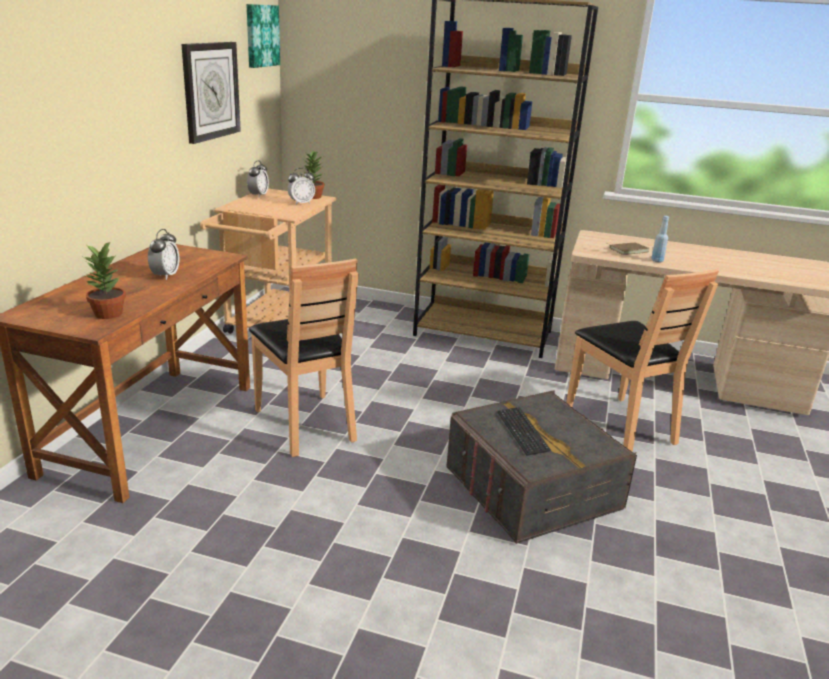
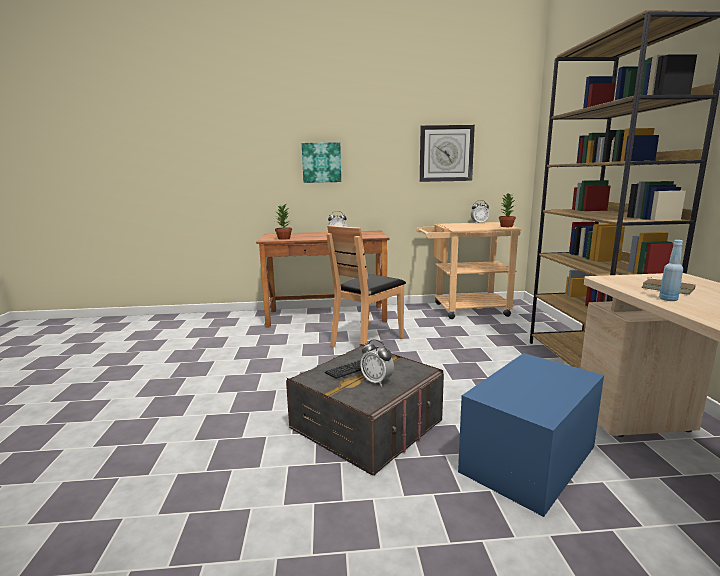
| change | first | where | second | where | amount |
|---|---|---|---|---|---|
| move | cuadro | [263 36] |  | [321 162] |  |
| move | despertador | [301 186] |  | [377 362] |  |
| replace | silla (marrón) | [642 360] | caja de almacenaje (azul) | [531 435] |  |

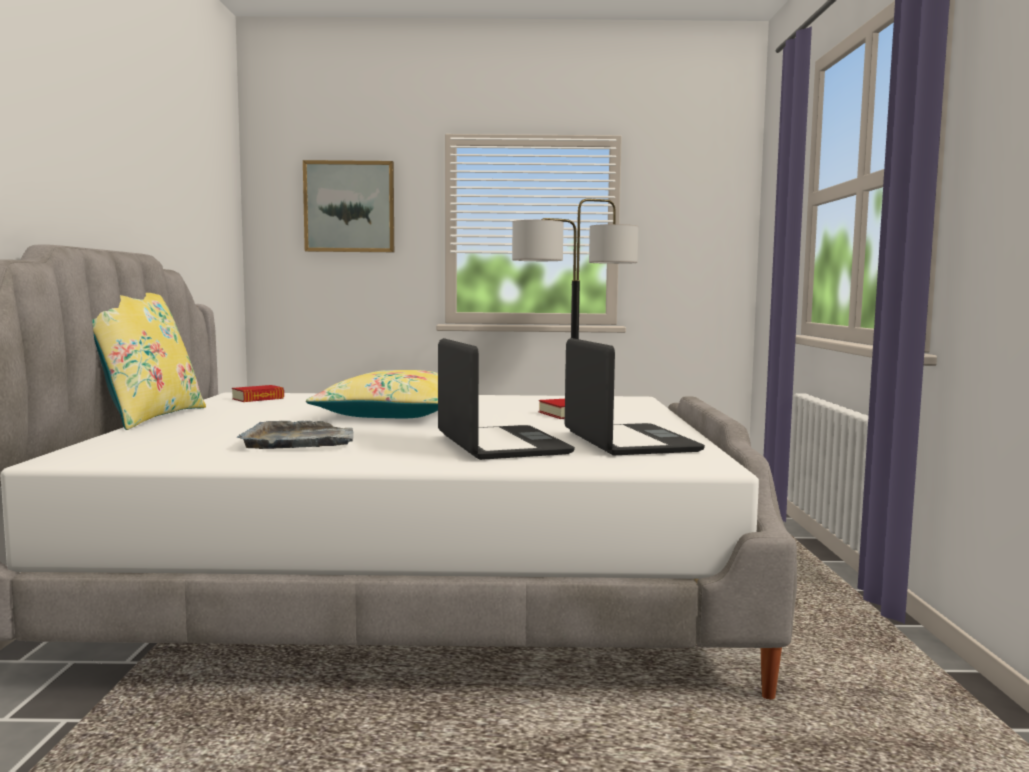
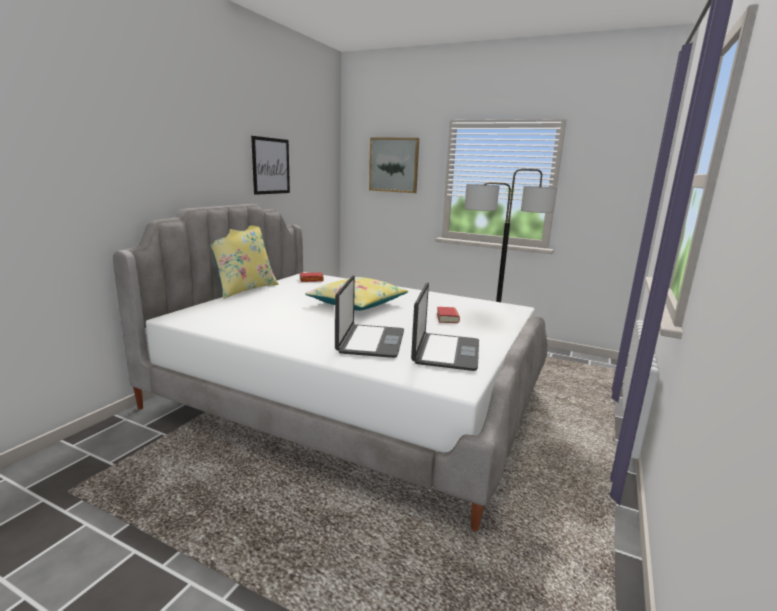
| change | first | where | second | where | amount |
|---|---|---|---|---|---|
| delete | bandeja (gris) | [295 434] |  |  |  |
| insert |  |  | cuadro | [270 165] |  |

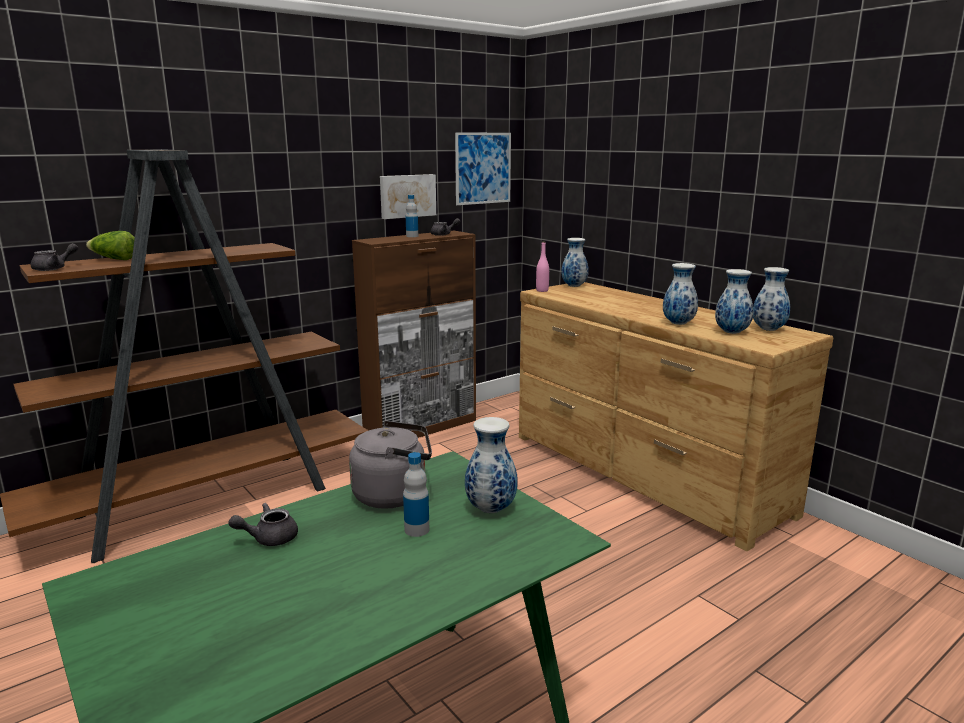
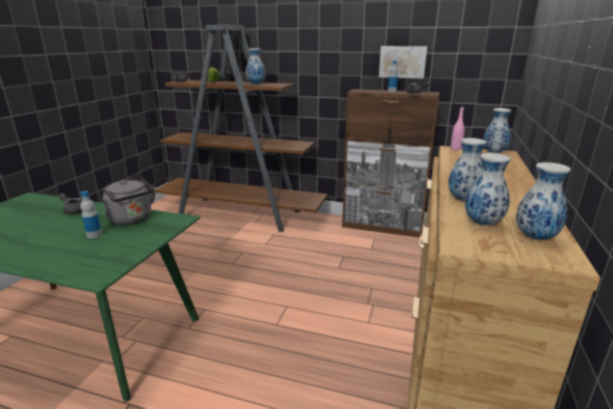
| change | first | where | second | where | amount |
|---|---|---|---|---|---|
| delete | cuadro | [483 168] |  |  |  |
| move | florero | [491 465] |  | [255 66] |  |

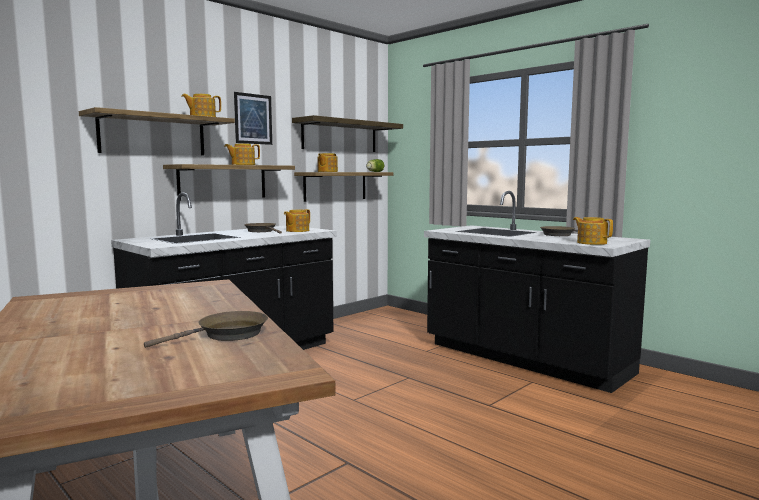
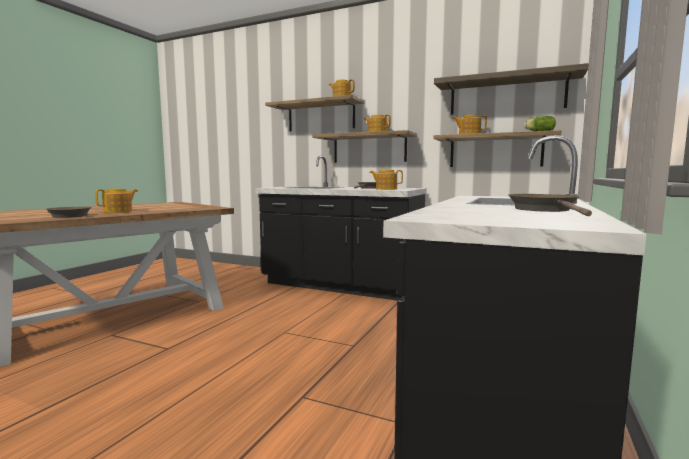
| change | first | where | second | where | amount |
|---|---|---|---|---|---|
| delete | cuadro | [253 118] |  |  |  |
| move | tetera | [593 231] |  | [116 201] |  |

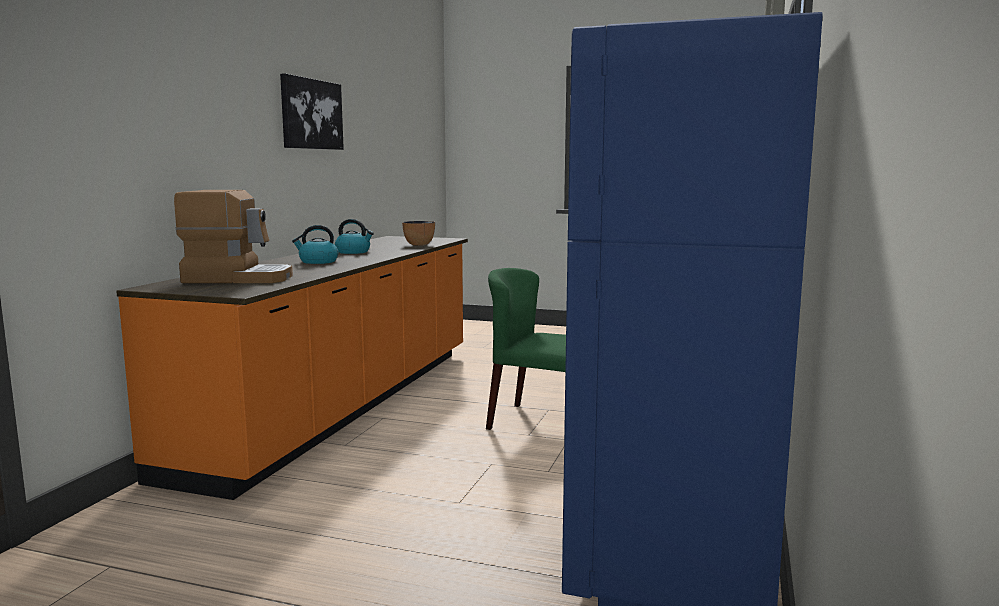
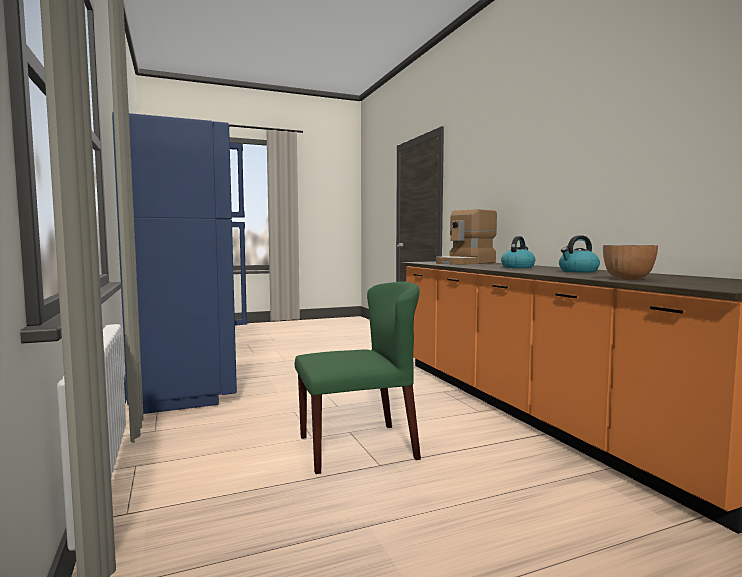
| change | first | where | second | where | amount |
|---|---|---|---|---|---|
| delete | cuadro | [312 111] |  |  |  |

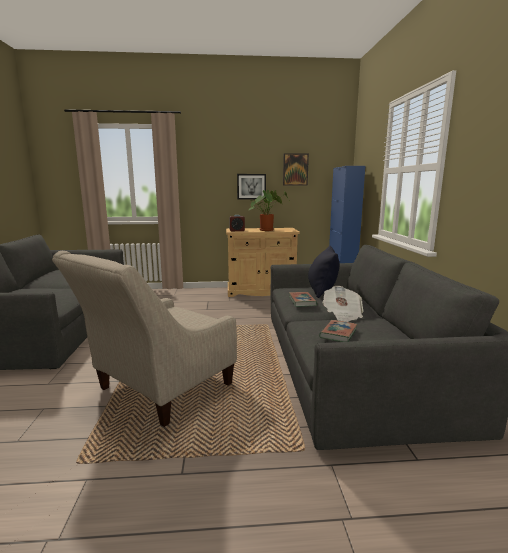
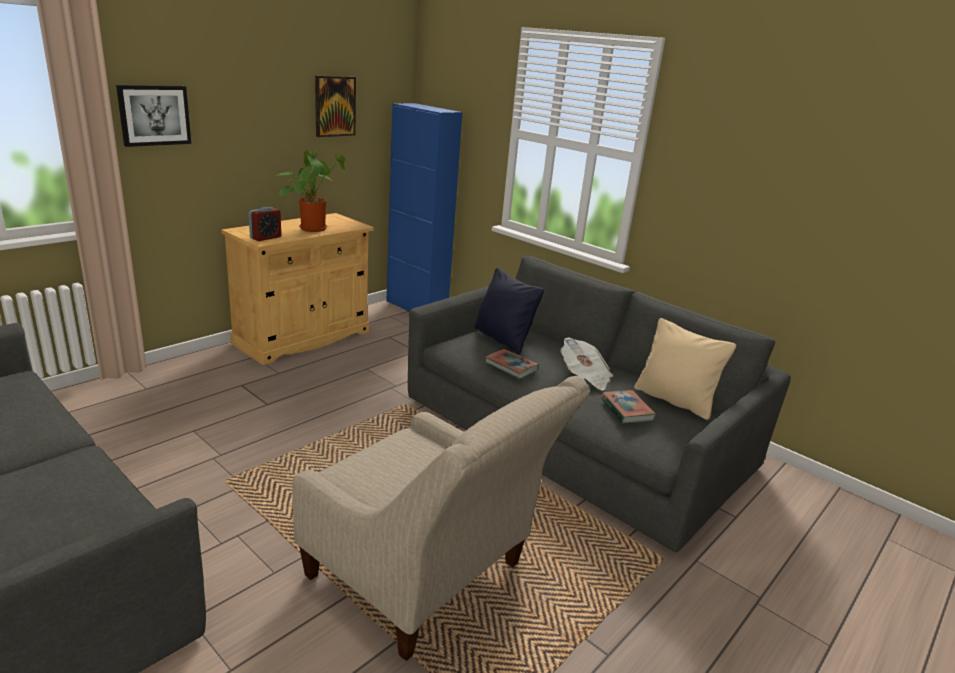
| change | first | where | second | where | amount |
|---|---|---|---|---|---|
| rotate | sillón (beis) | [144 339] |  | [441 518] | 45 degrees counterclockwise |
| move | cuadro | [251 187] |  | [153 116] |  |
| insert |  |  | cojín (beis) | [685 369] |  |

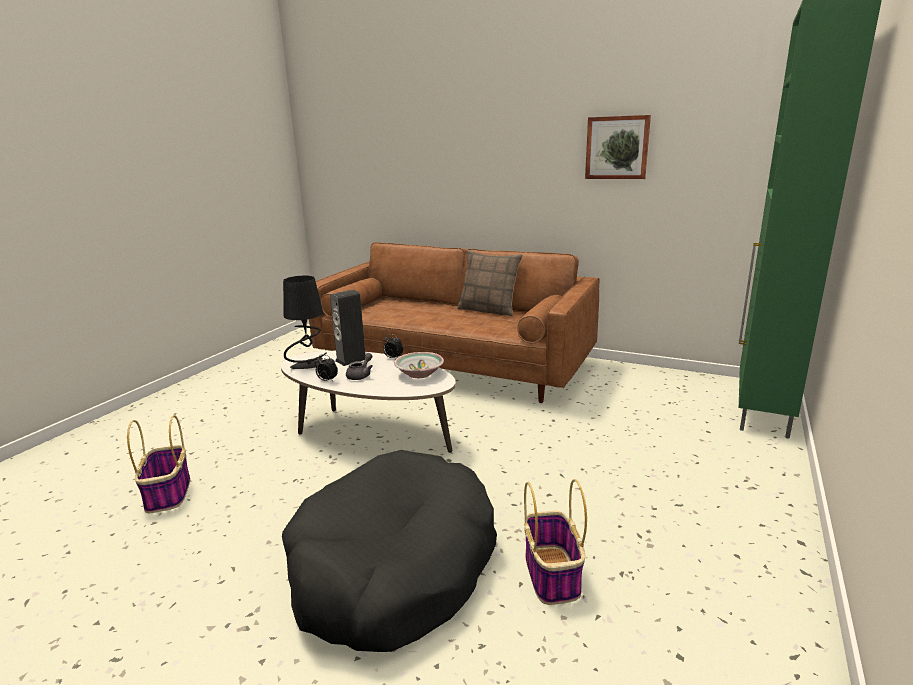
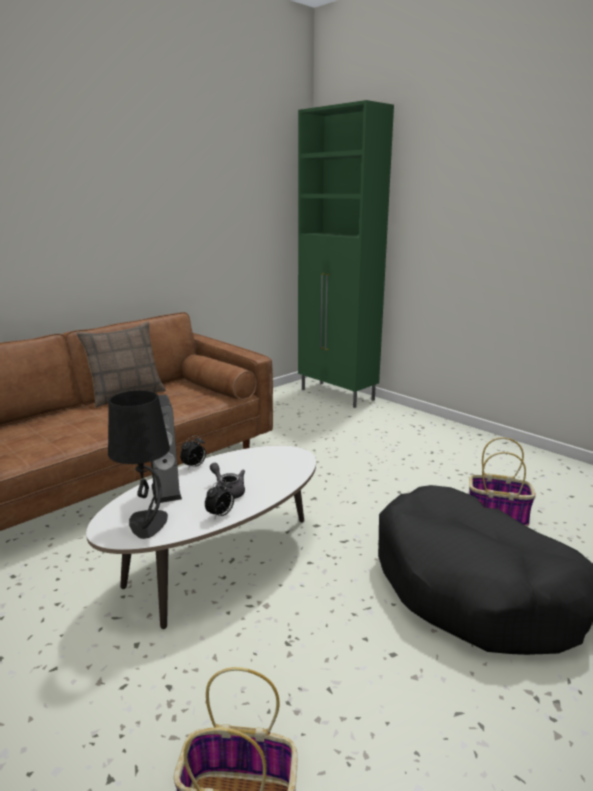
| change | first | where | second | where | amount |
|---|---|---|---|---|---|
| delete | cuenco | [419 365] |  |  |  |
| delete | cuadro | [618 147] |  |  |  |

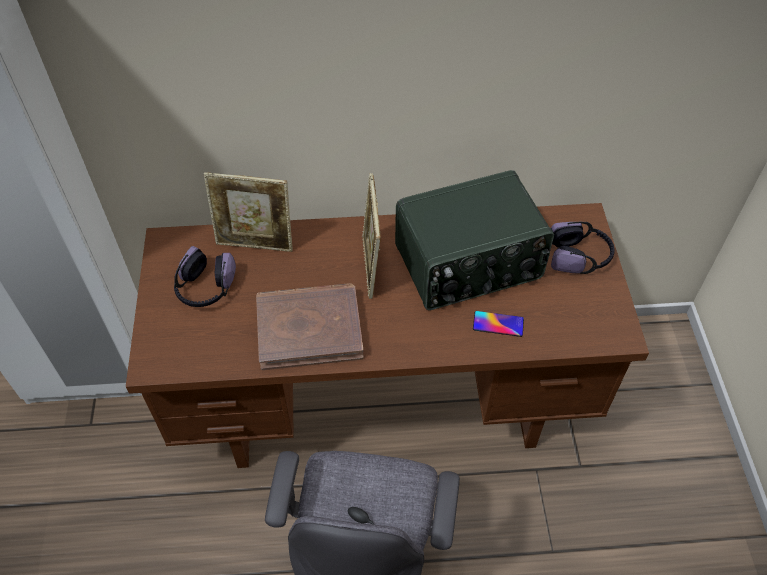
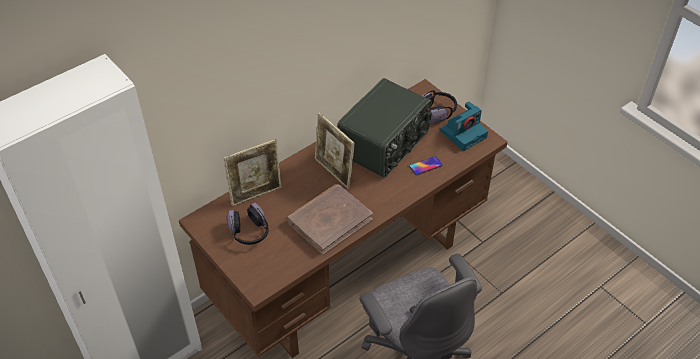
| change | first | where | second | where | amount |
|---|---|---|---|---|---|
| insert |  |  | cámara | [464 126] |  |

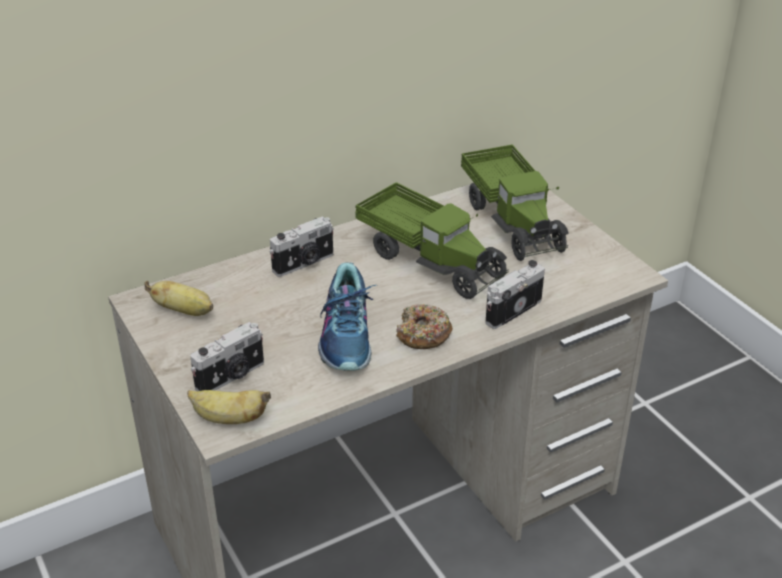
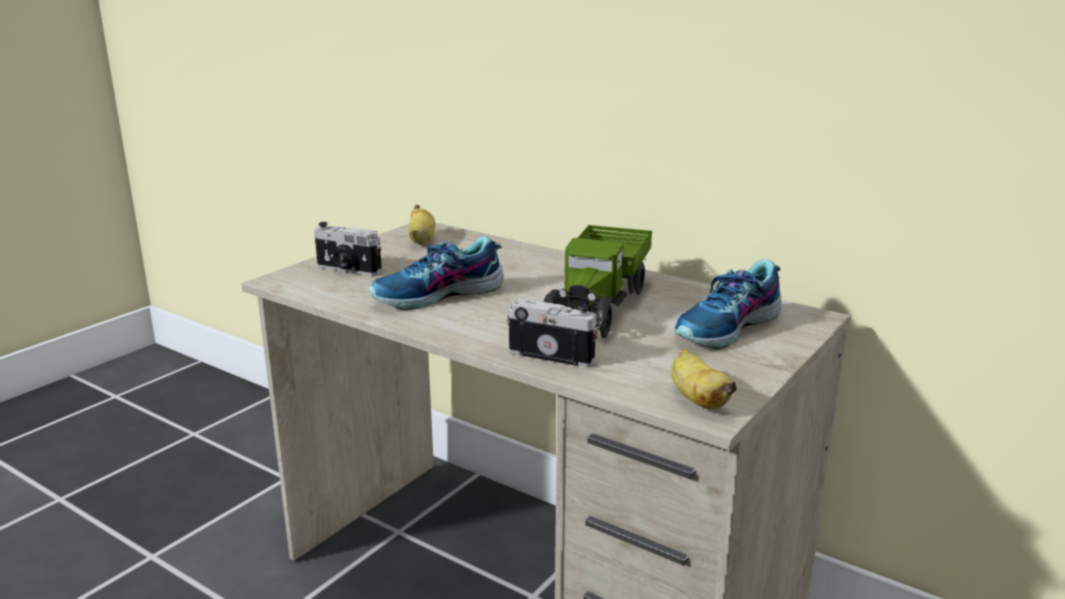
| change | first | where | second | where | amount |
|---|---|---|---|---|---|
| move | plátano | [229 407] |  | [704 379] |  |
| delete | cámara | [301 246] |  |  |  |
| delete | rosquilla | [424 326] |  |  |  |
| replace | camión de juguete | [515 202] | zapato | [728 304] |  |

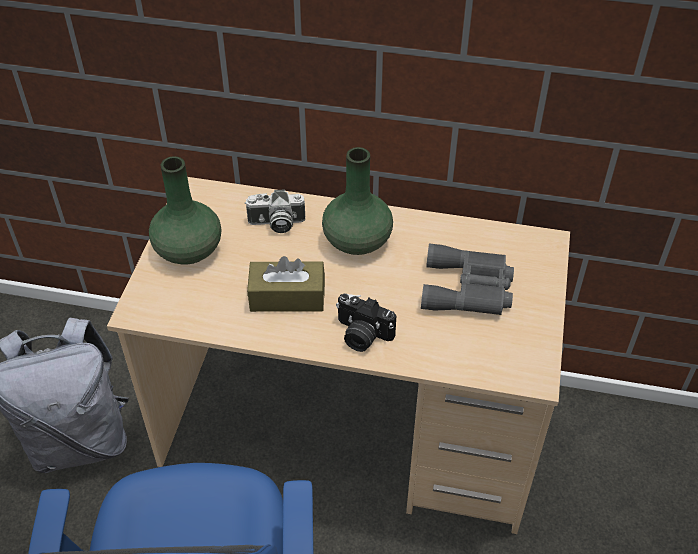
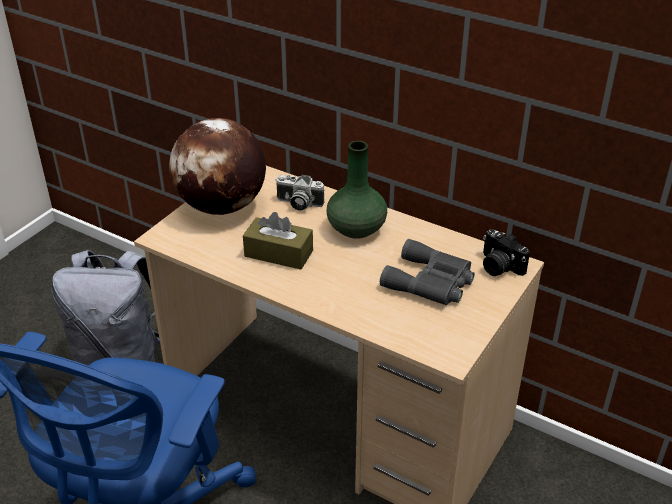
| change | first | where | second | where | amount |
|---|---|---|---|---|---|
| replace | florero (verde) | [185 210] | globo terráqueo | [217 166] |  |
| move | cámara | [366 323] |  | [506 252] |  |

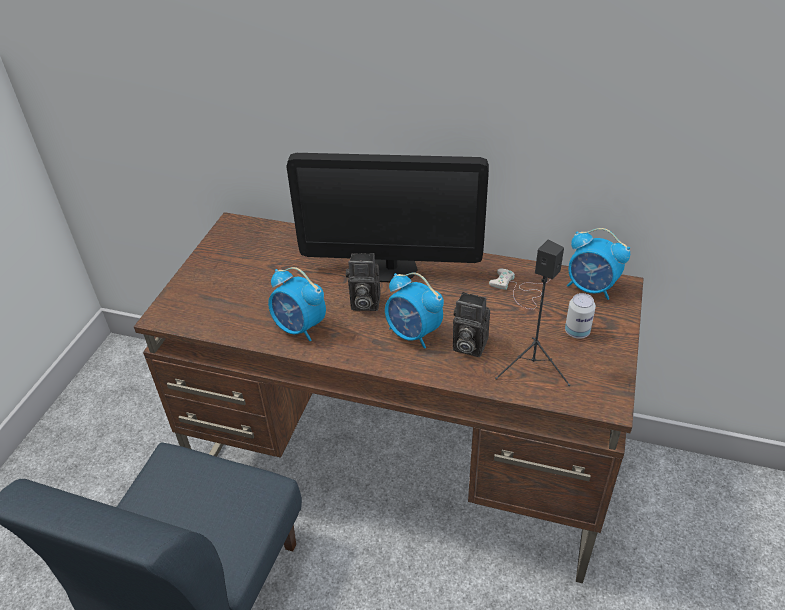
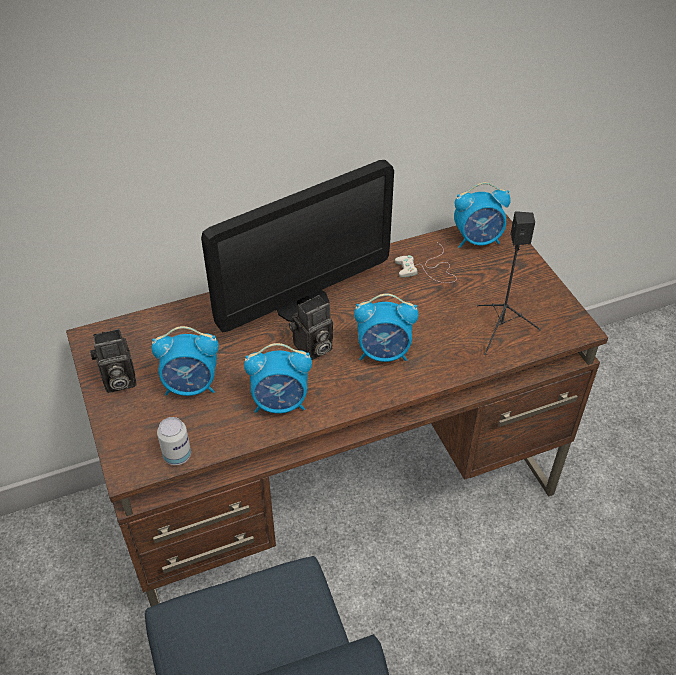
| change | first | where | second | where | amount |
|---|---|---|---|---|---|
| move | cámara | [471 324] |  | [113 361] |  |
| move | lata | [580 316] |  | [174 441] |  |
| insert |  |  | despertador | [185 361] |  |

